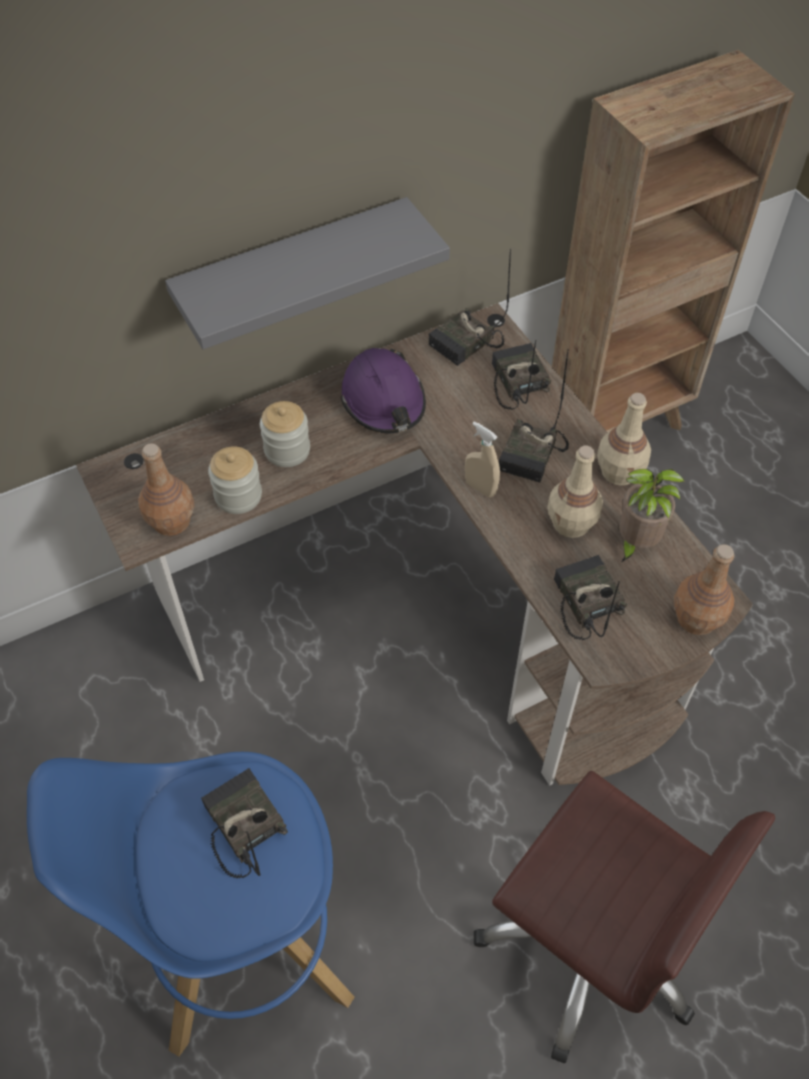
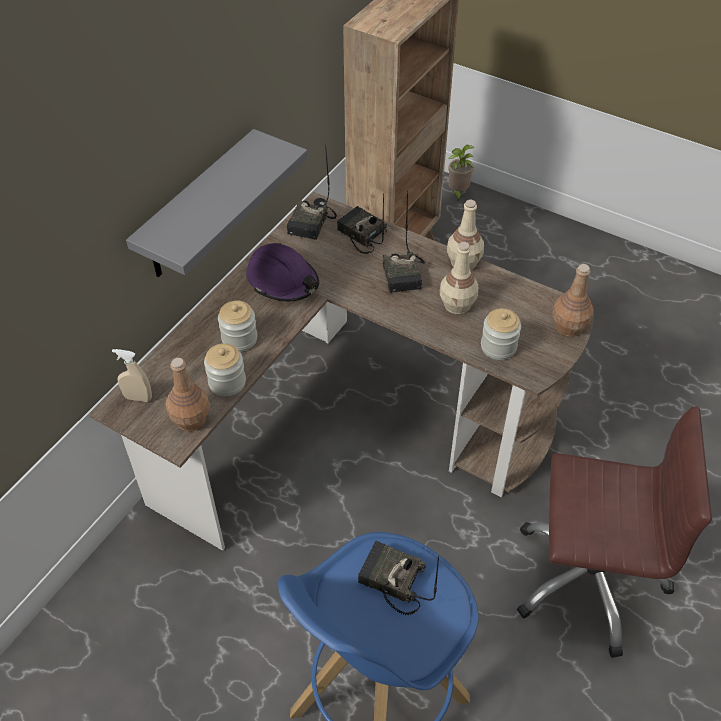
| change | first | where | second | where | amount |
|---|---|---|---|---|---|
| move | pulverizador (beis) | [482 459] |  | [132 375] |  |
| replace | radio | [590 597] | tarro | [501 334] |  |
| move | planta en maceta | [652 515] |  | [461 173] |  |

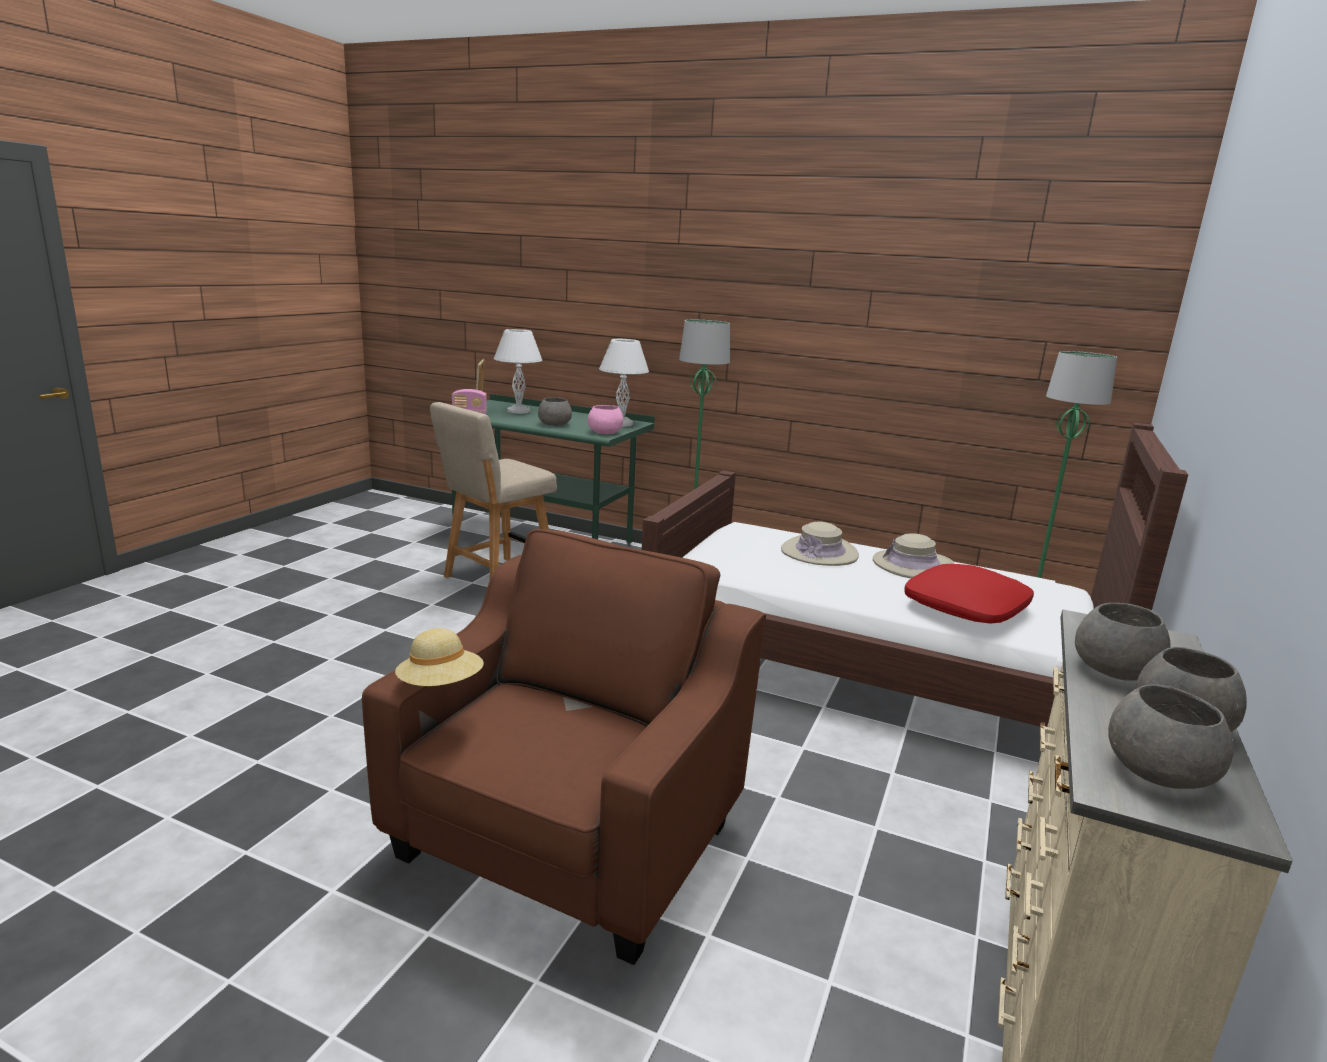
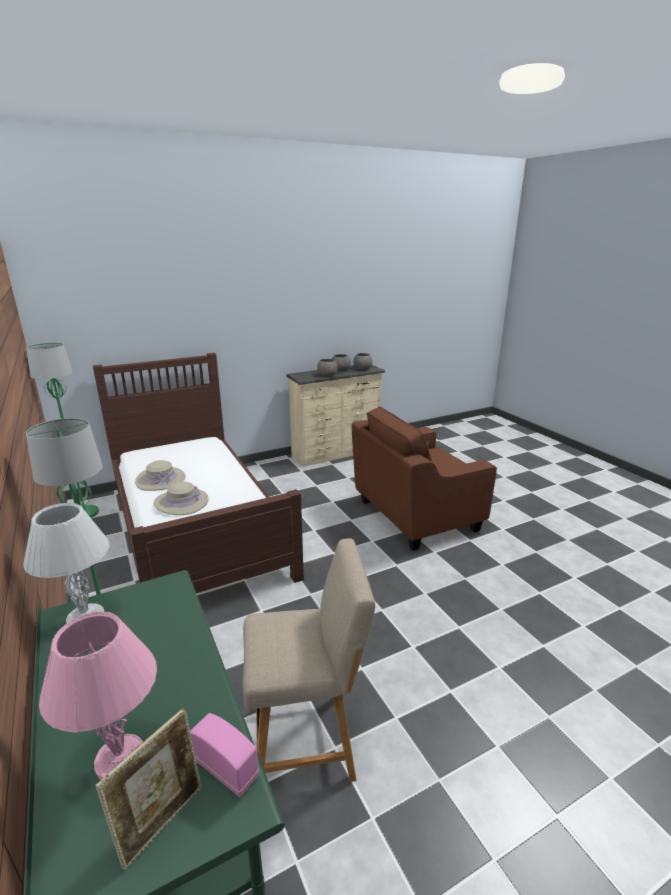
| change | first | where | second | where | amount |
|---|---|---|---|---|---|
| delete | sombrero (beis) | [439 657] |  |  |  |
| recolor | lámpara de mesa (blanco) | [518 371] | lámpara de mesa (rosa) | [98 696] |  |
| delete | cuenco (gris) | [555 411] |  |  |  |
| delete | cuenco (rosa) | [605 419] |  |  |  |
| delete | cojín (rojo) | [969 594] |  |  |  |

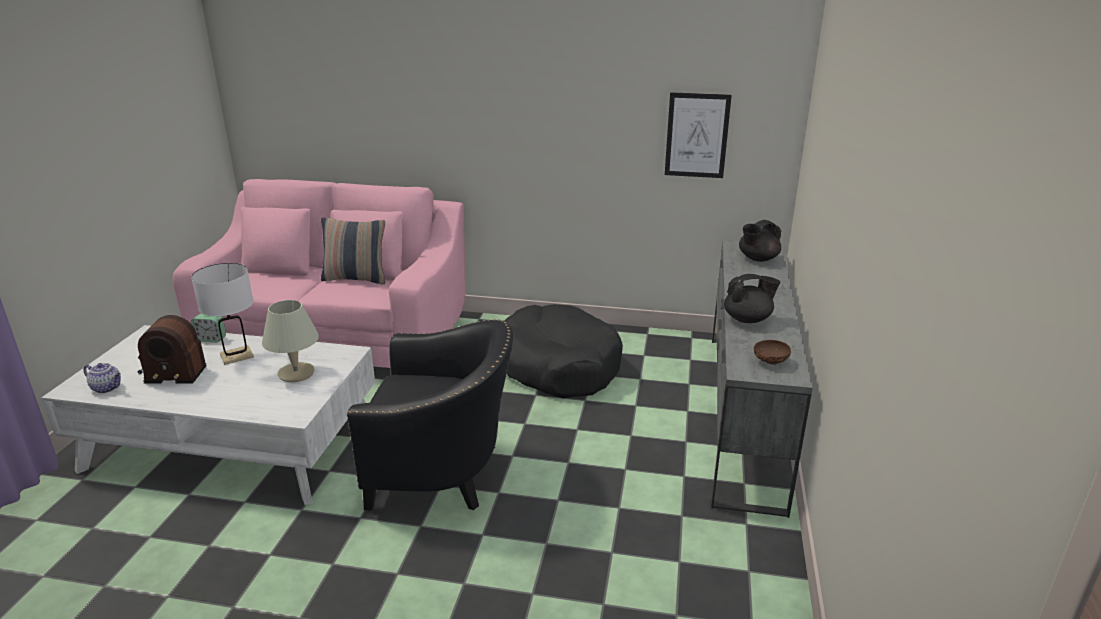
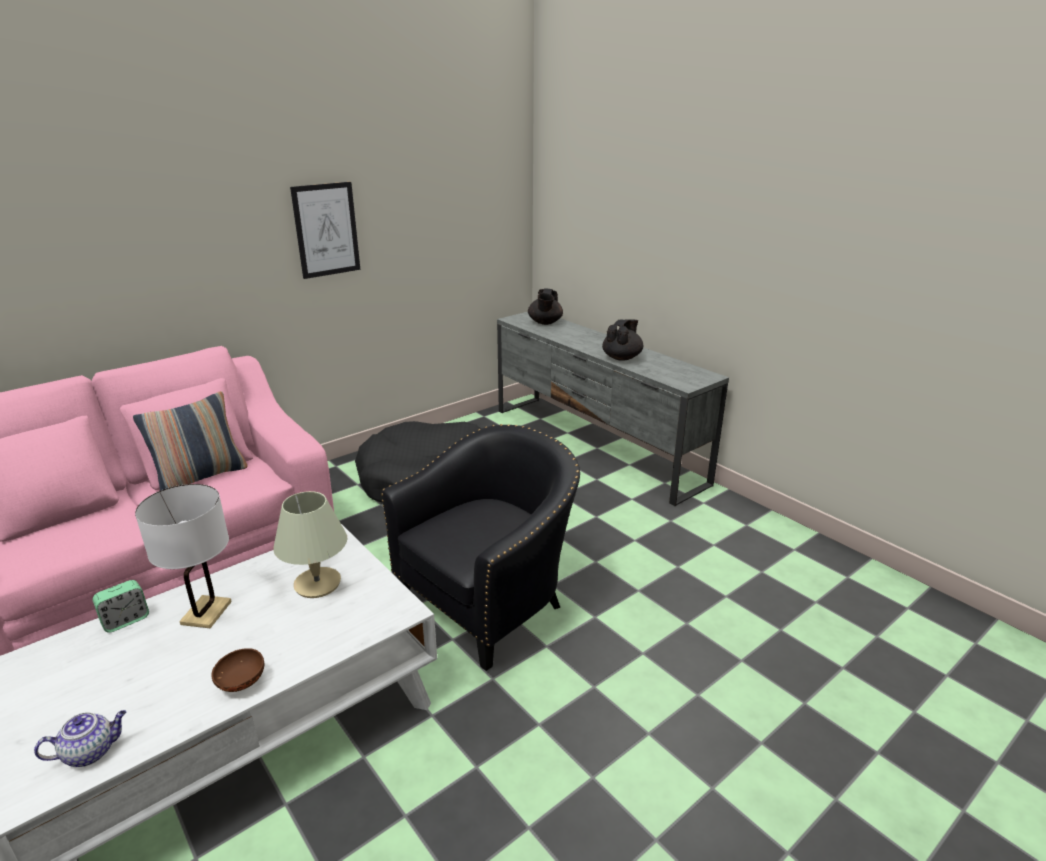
| change | first | where | second | where | amount |
|---|---|---|---|---|---|
| delete | radio | [172 349] |  |  |  |
| move | cuadro | [698 135] |  | [325 230] |  |
| move | cuenco (marrón) | [772 352] |  | [237 670] |  |

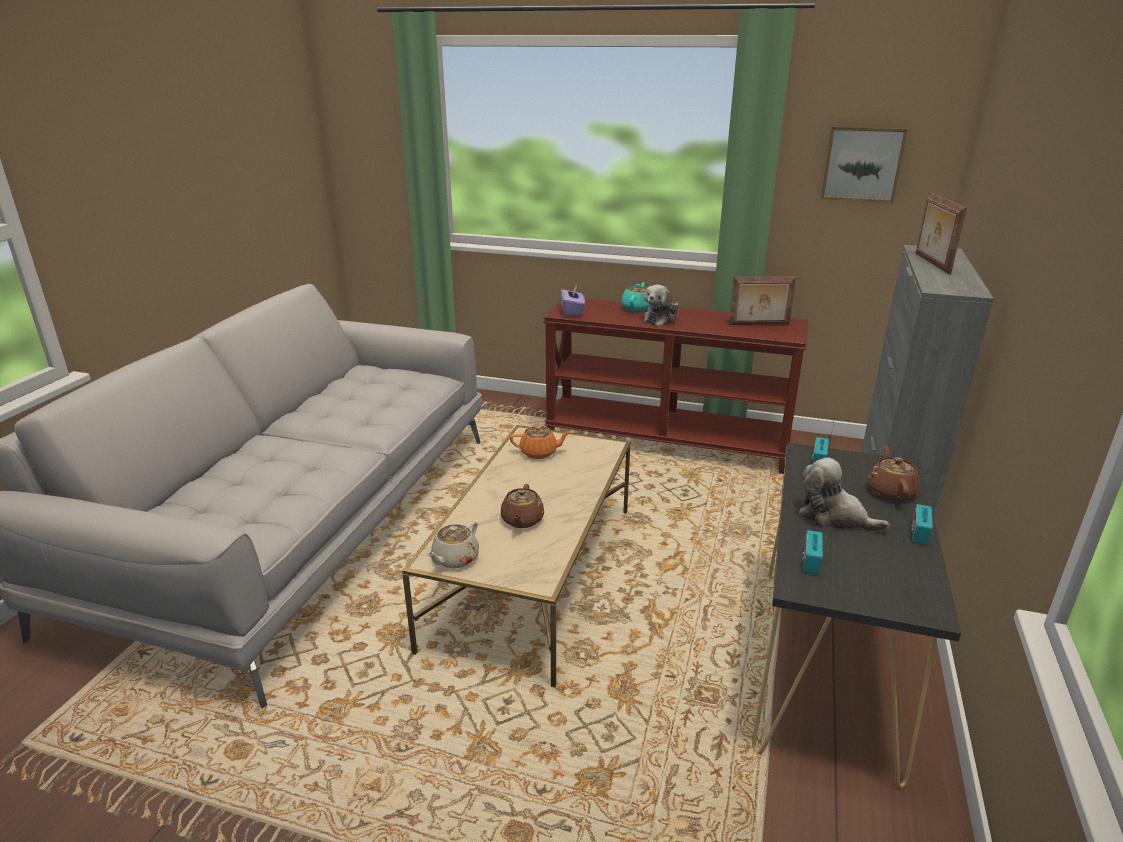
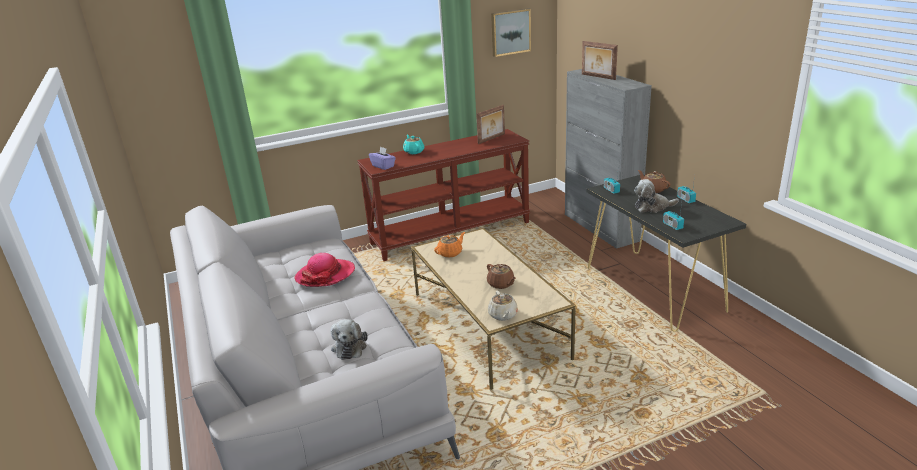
| change | first | where | second | where | amount |
|---|---|---|---|---|---|
| move | peluche | [661 305] |  | [349 339] |  |
| insert |  |  | sombrero | [324 270] |  |

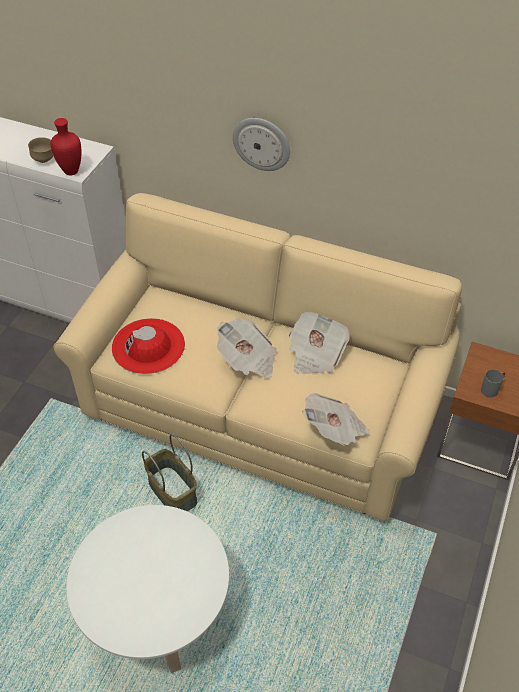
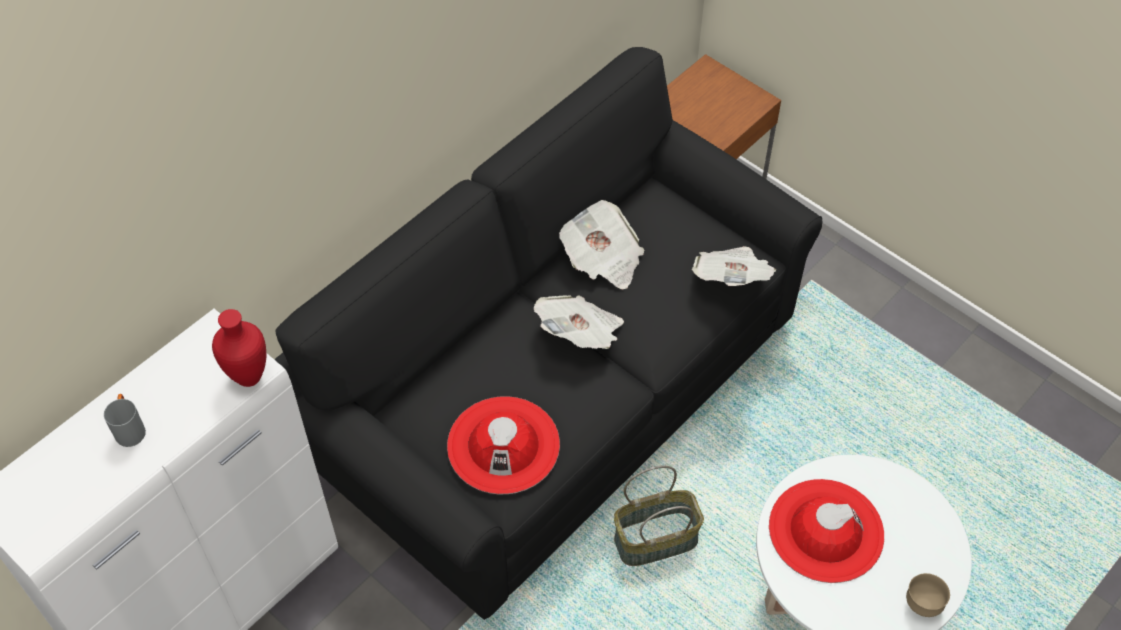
| change | first | where | second | where | amount |
|---|---|---|---|---|---|
| move | cuenco (marrón) | [40 150] |  | [928 595] |  |
| recolor | sofá (beis) | [257 357] | sofá (negro) | [548 333] |  |
| delete | reloj de pared | [261 144] |  |  |  |
| move | taza grande (gris) | [493 383] |  | [125 420] |  |
| insert |  |  | sombrero (rojo) | [826 531] |  |

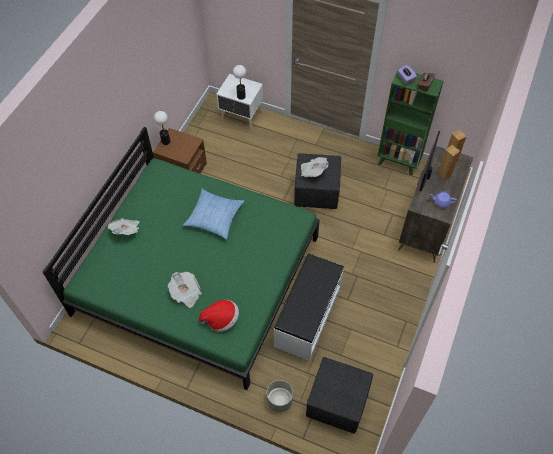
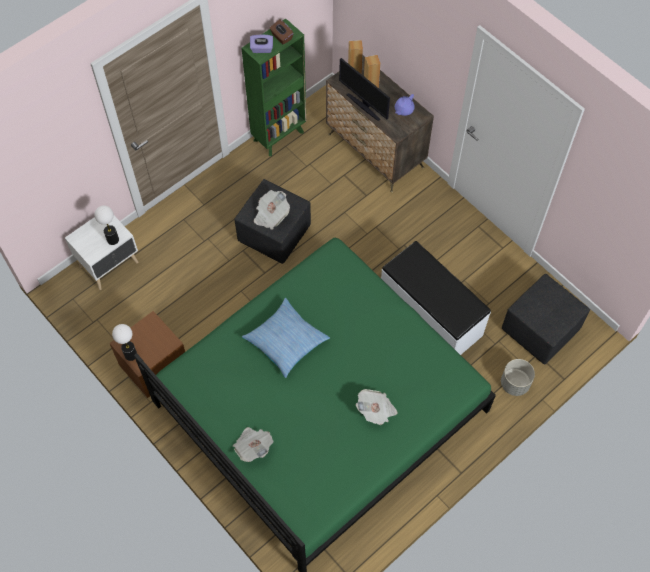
| change | first | where | second | where | amount |
|---|---|---|---|---|---|
| delete | sombrero | [219 316] |  |  |  |

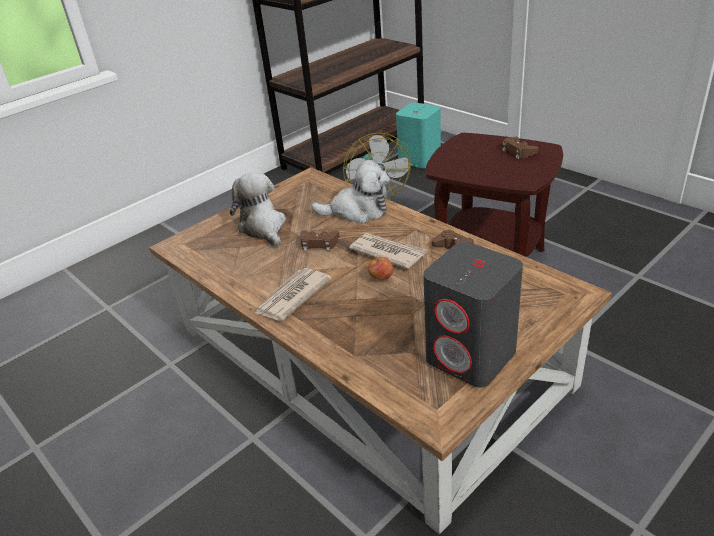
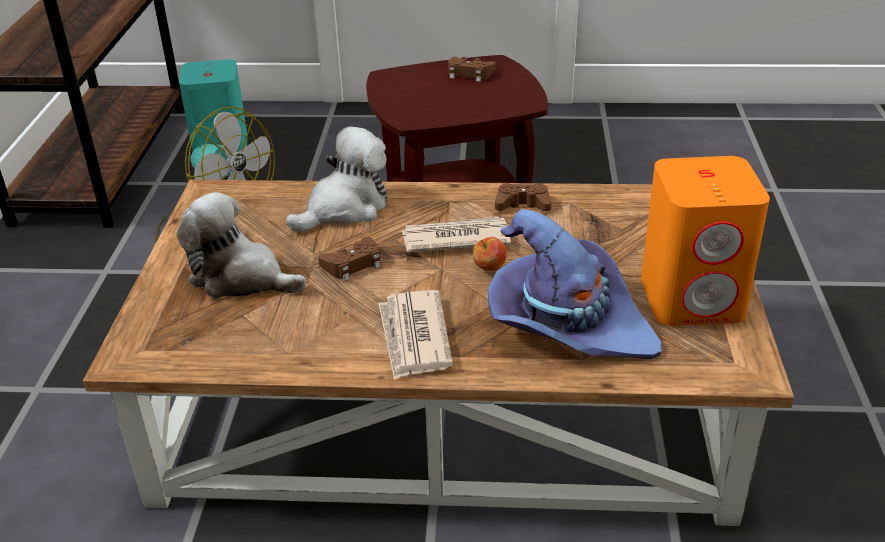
| change | first | where | second | where | amount |
|---|---|---|---|---|---|
| recolor | altavoz (gris) | [473 314] | altavoz (naranja) | [705 241] |  |
| insert |  |  | sombrero (morado) | [575 284] |  |

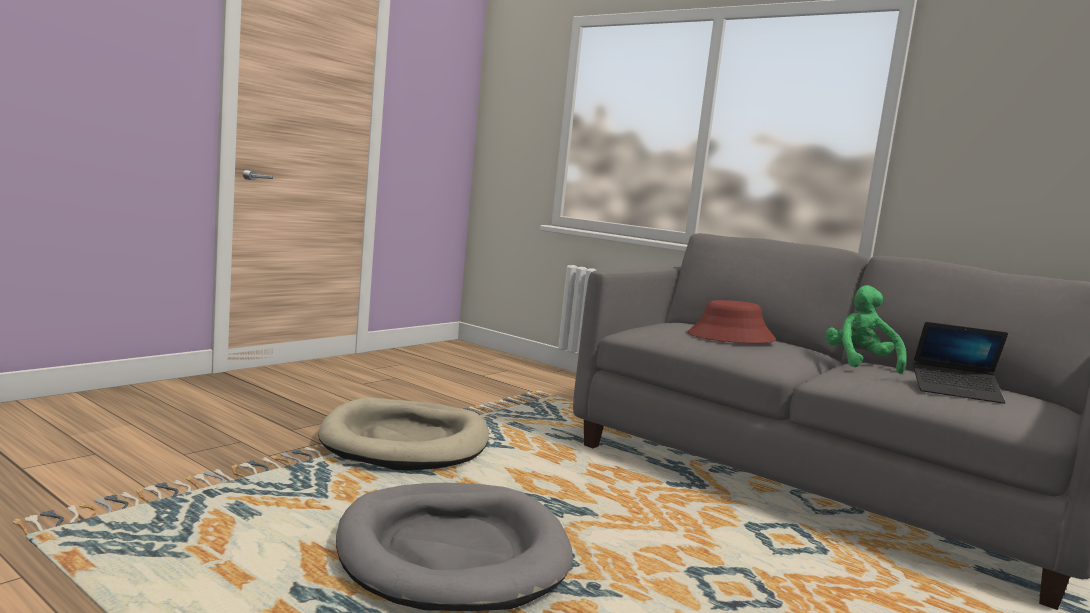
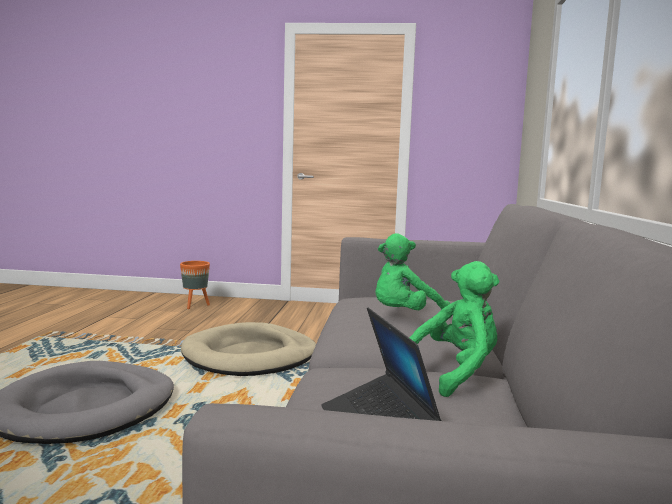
| change | first | where | second | where | amount |
|---|---|---|---|---|---|
| replace | sombrero (rojo) | [731 321] | peluche (verde) | [412 271] |  |
| insert |  |  | maceta (naranja) | [195 285] |  |

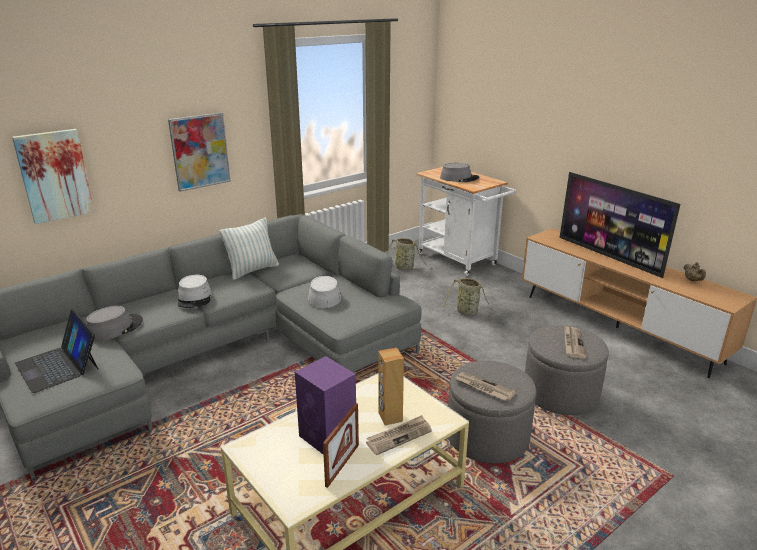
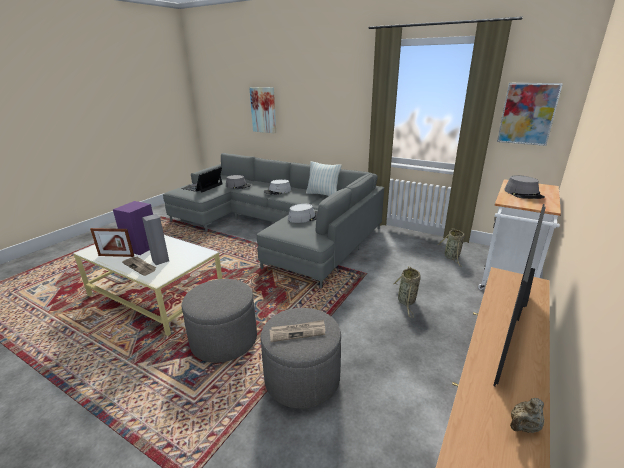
| change | first | where | second | where | amount |
|---|---|---|---|---|---|
| move | cuadro | [199 152] |  | [530 114] |  |
| recolor | altavoz (marrón) | [391 386] | altavoz (gris) | [155 239] |  |
| delete | periódico | [485 386] |  |  |  |

